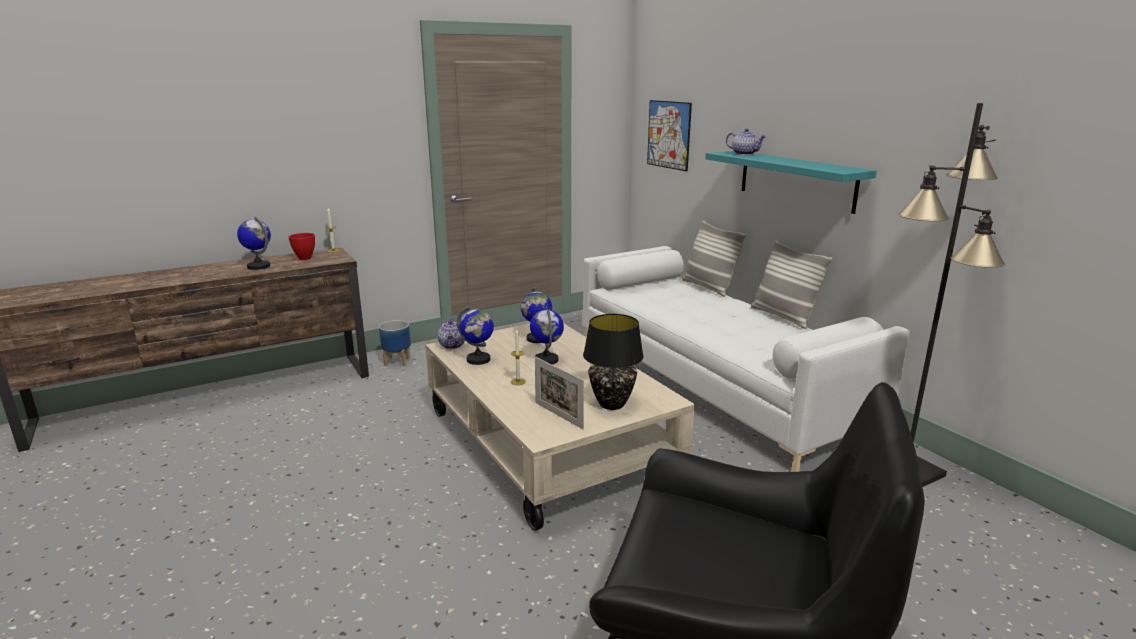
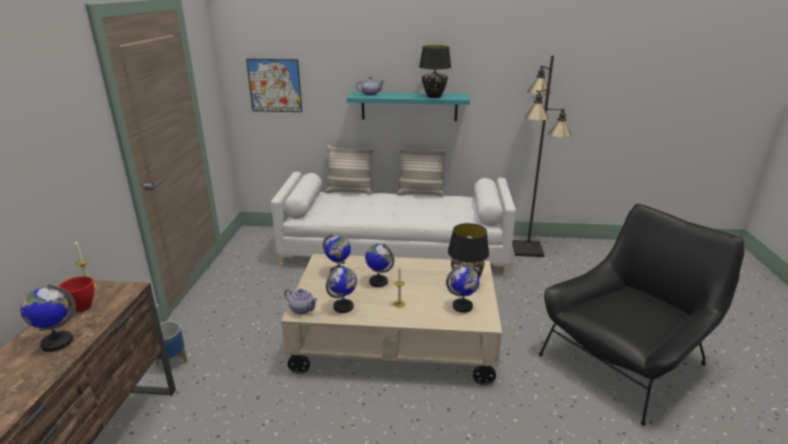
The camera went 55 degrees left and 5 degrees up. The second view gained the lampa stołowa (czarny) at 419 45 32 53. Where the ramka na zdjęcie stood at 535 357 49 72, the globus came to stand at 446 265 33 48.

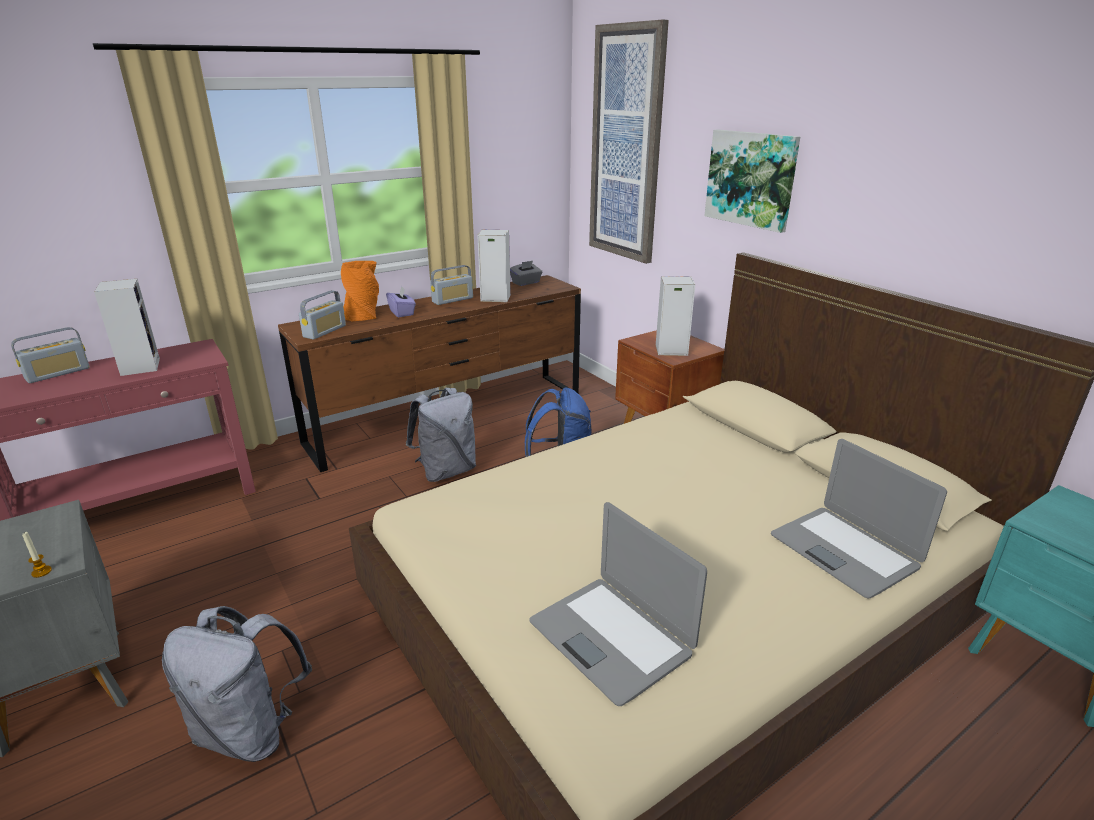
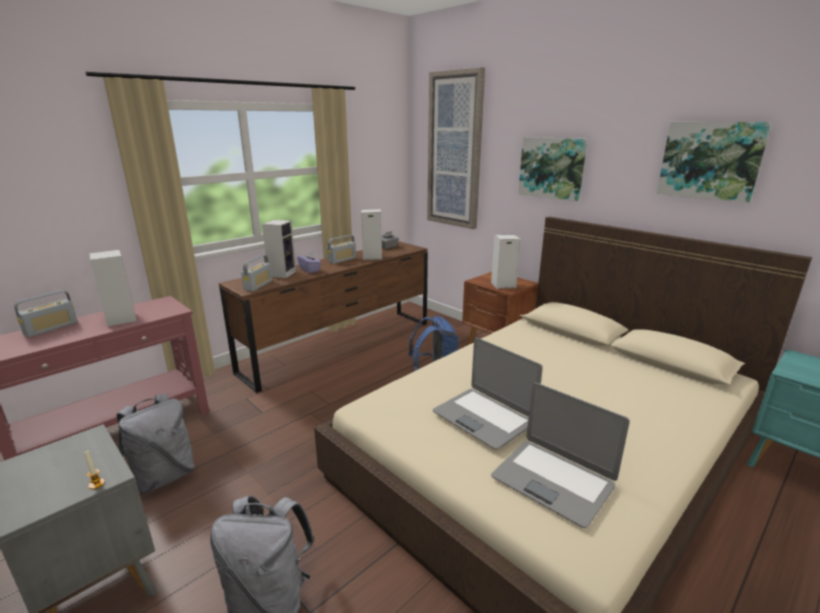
The camera went 10 degrees left and 5 degrees down. The second view gained the obraz at 657 122 115 81. The plecak (szary) ended up elsewhere, having gone from 406 387 70 95 to 116 394 79 99. The laptop ended up elsewhere, having gone from 771 439 176 159 to 433 338 110 111. Where the wazon (pomarańczowy) stood at 341 261 38 60, the głośnik came to stand at 262 220 34 58.

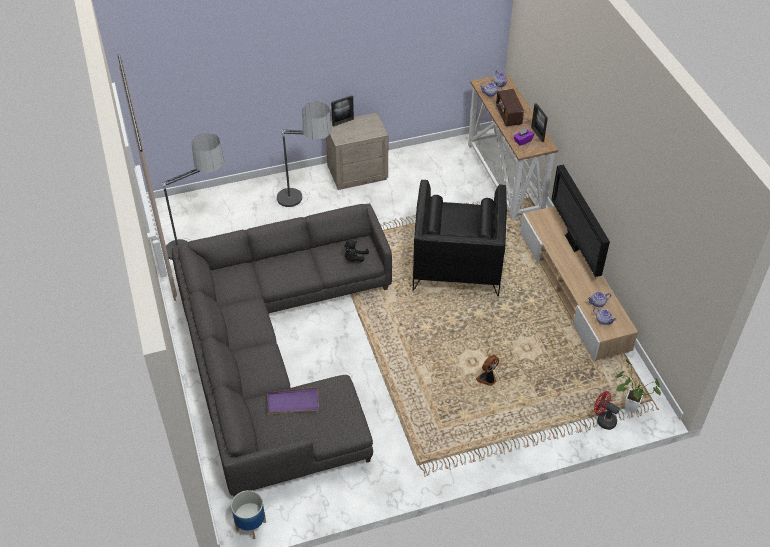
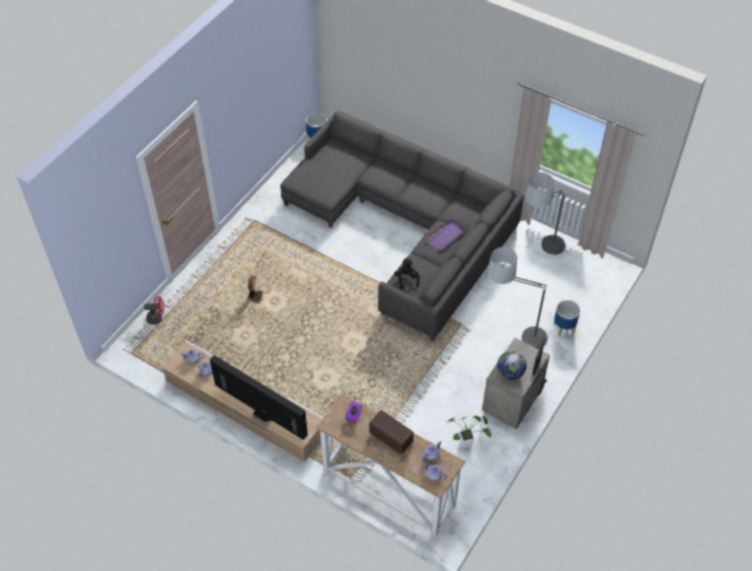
The camera went 140 degrees right and 5 degrees up. The second view lost the fotel (czarny) at 413 180 94 117. The second view lost the ramka na zdjęcie at 531 103 17 39. The second view gained the globus at 497 351 30 29. The second view gained the donica at 553 300 27 37. The taca (fioletowy) ended up elsewhere, having gone from 268 387 51 28 to 425 219 41 32. The roślina doniczkowa ended up elsewhere, having gone from 616 359 45 54 to 447 416 45 32.

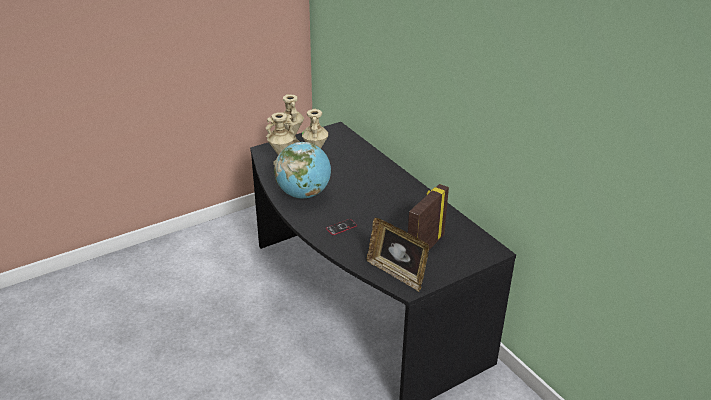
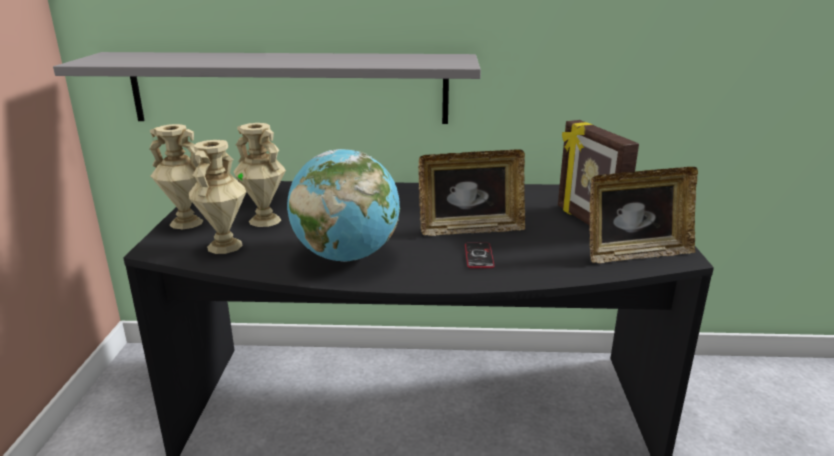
The camera went 55 degrees left and 10 degrees down. The second view gained the półka (szary) at 53 52 428 72. The second view gained the ramka na zdjęcie at 418 149 107 87.

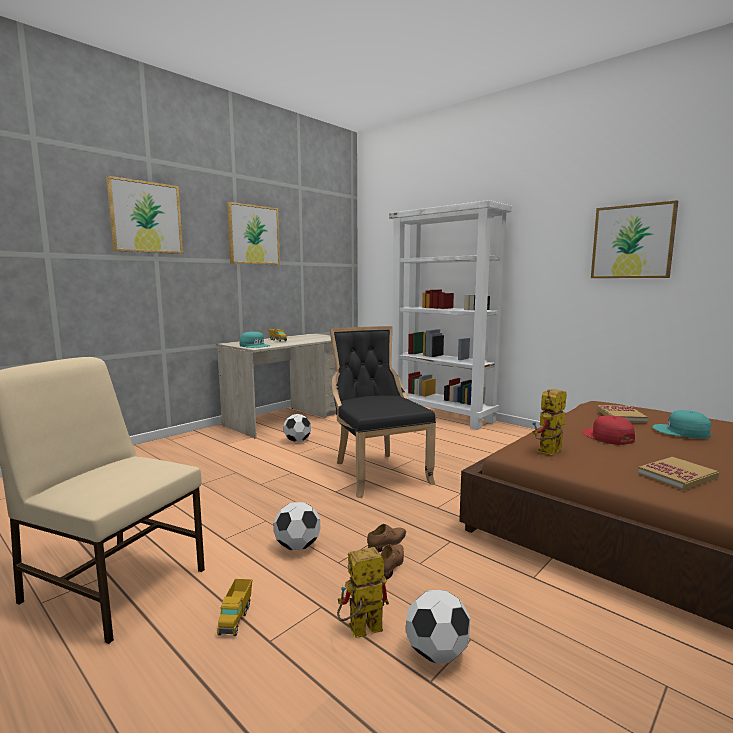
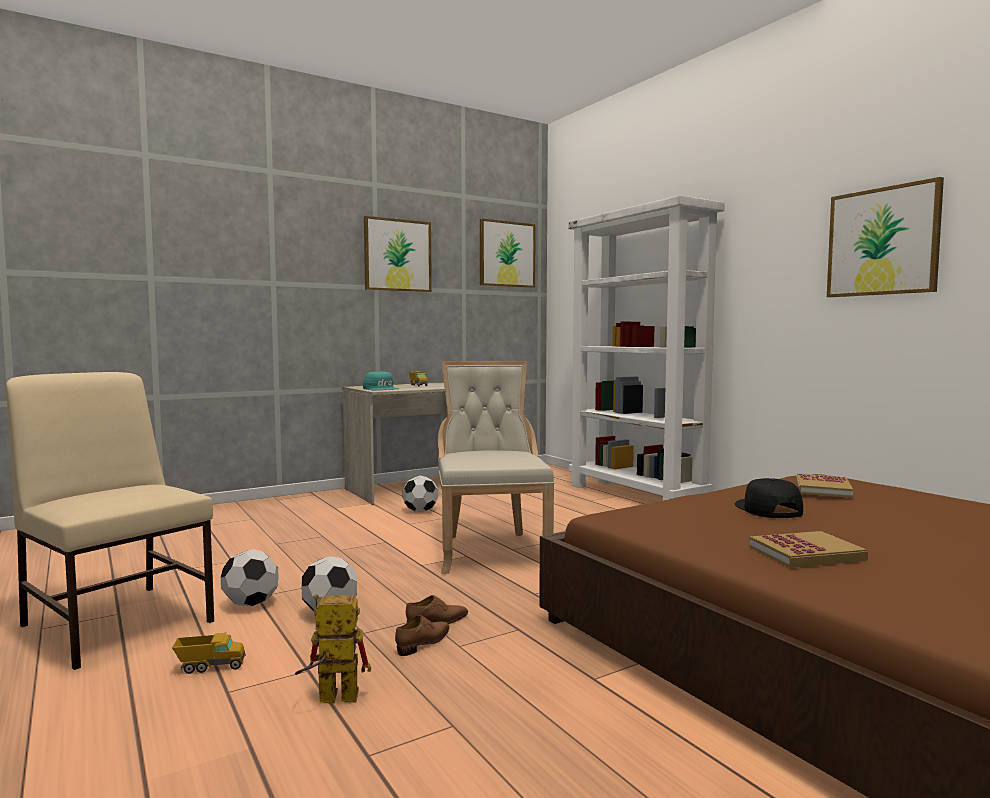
The camera went 15 degrees right and 5 degrees down. The second view lost the robot zabawkowy at 532 389 35 66. The second view lost the czapka z daszkiem (turkusowy) at 653 410 59 29. The obraz ended up elsewhere, having gone from 106 176 77 78 to 480 218 56 70. The piłka futbolowa ended up elsewhere, having gone from 406 590 64 74 to 221 549 57 57. What was the krzesło (czarny) at 329 326 107 172 turned into the krzesło (beżowy) at 438 361 116 213. What was the czapka z daszkiem (czerwony) at 582 415 53 30 turned into the czapka z daszkiem (czarny) at 735 478 68 40. The ciężarówka zabawkowa at 217 579 35 57 ended up facing another way, 120 degrees counterclockwise from before.

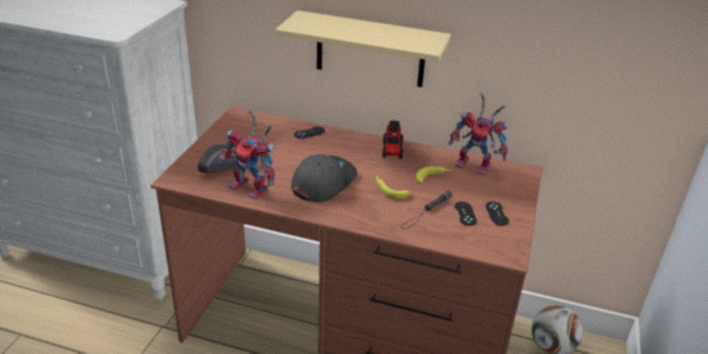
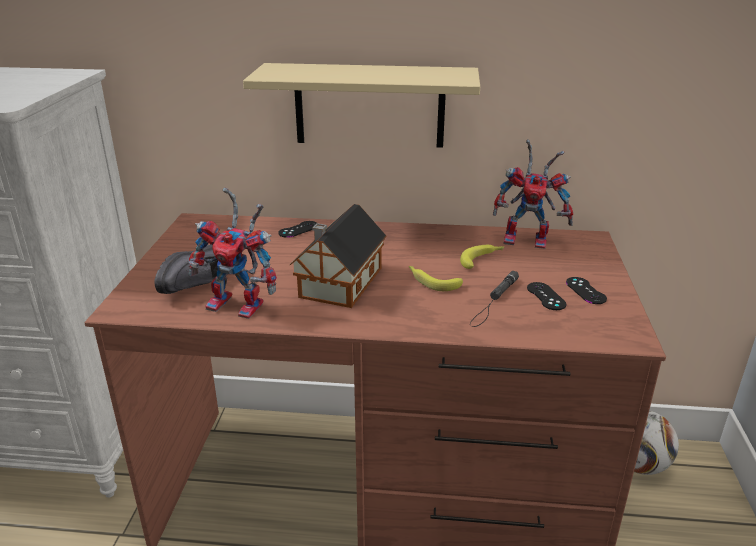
The camera went 10 degrees left and 5 degrees down. The second view lost the ciężarówka zabawkowa at 382 121 21 38. Where the czapka z daszkiem (szary) stood at 291 154 66 48, the domek came to stand at 290 204 97 104.

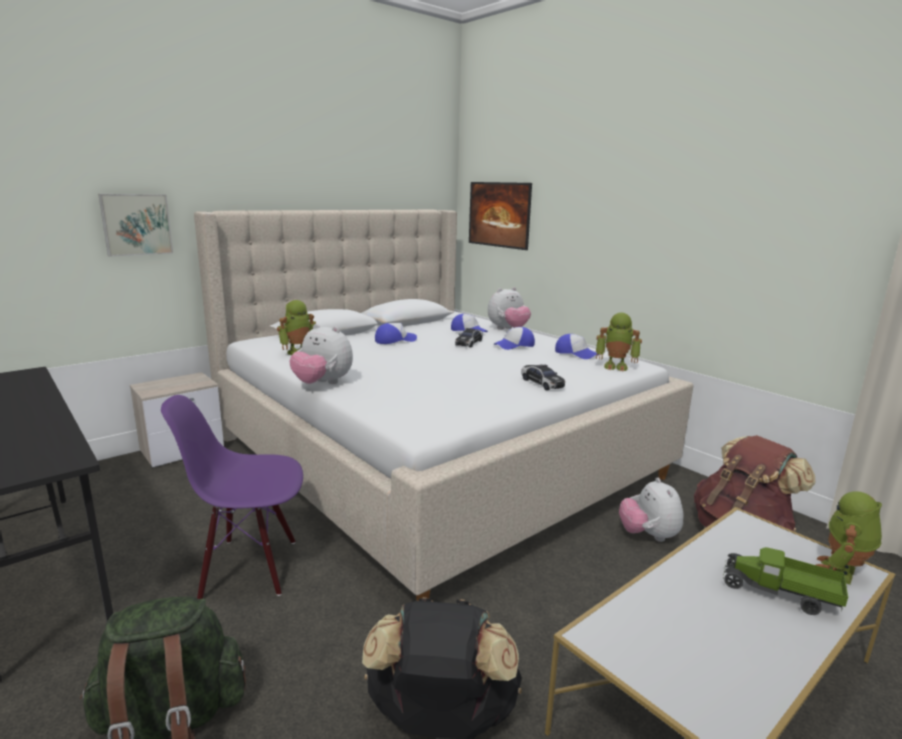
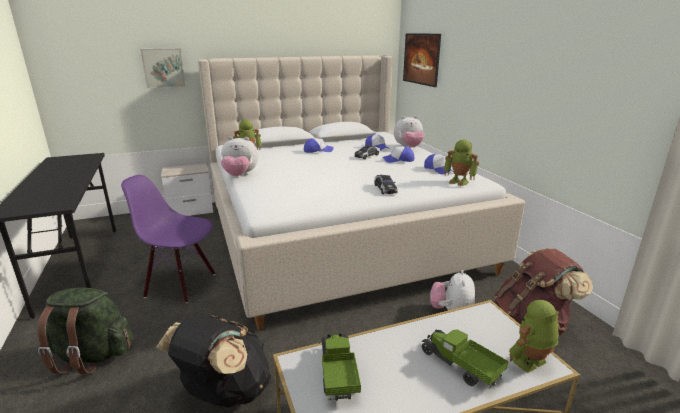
The camera went 20 degrees right and 5 degrees up. The second view gained the ciężarówka zabawkowa at 319 333 42 68. The pluszak at 290 324 63 60 ended up facing another way, 45 degrees counterclockwise from before.

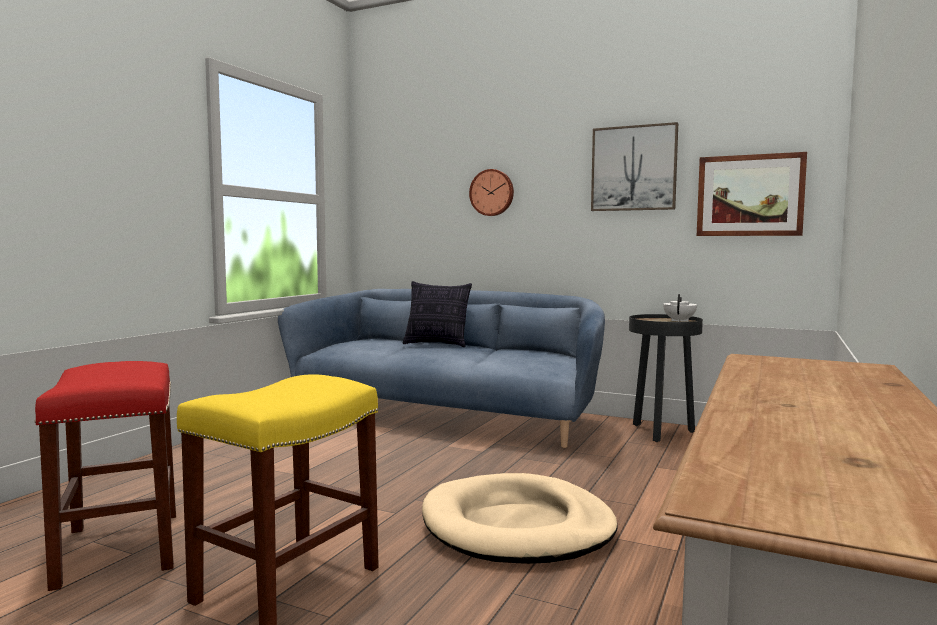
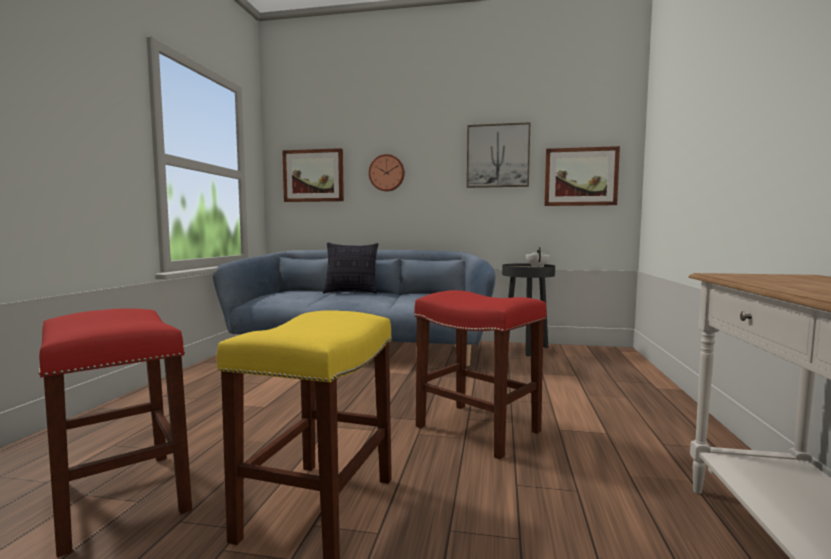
The camera went 15 degrees left and 0 degrees up. The second view gained the obraz at 282 148 62 54. Where the legowisko (beżowy) stood at 422 473 196 91, the stołek (czerwony) came to stand at 415 290 132 169.

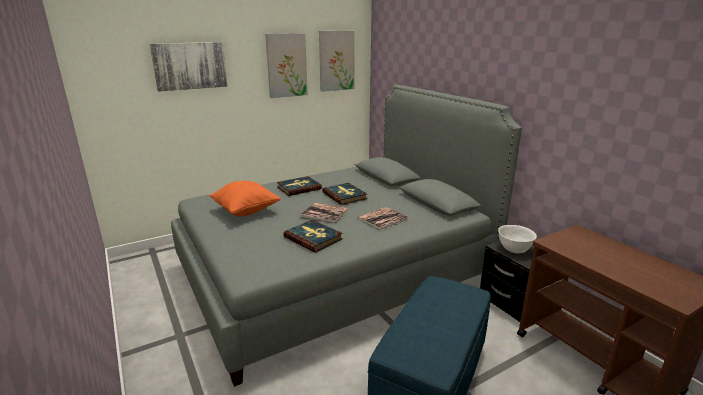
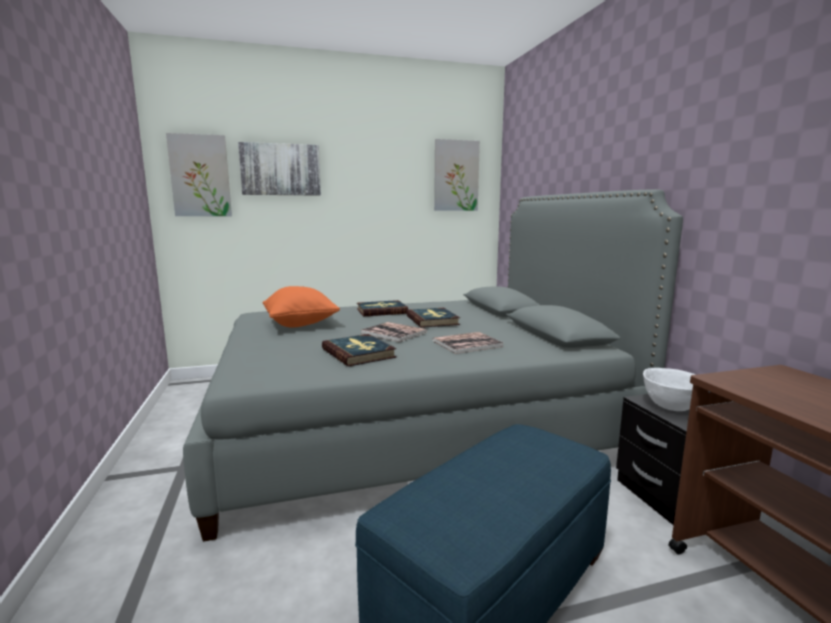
The camera went 15 degrees right and 10 degrees down. The obraz ended up elsewhere, having gone from 265 33 43 65 to 166 133 66 83.

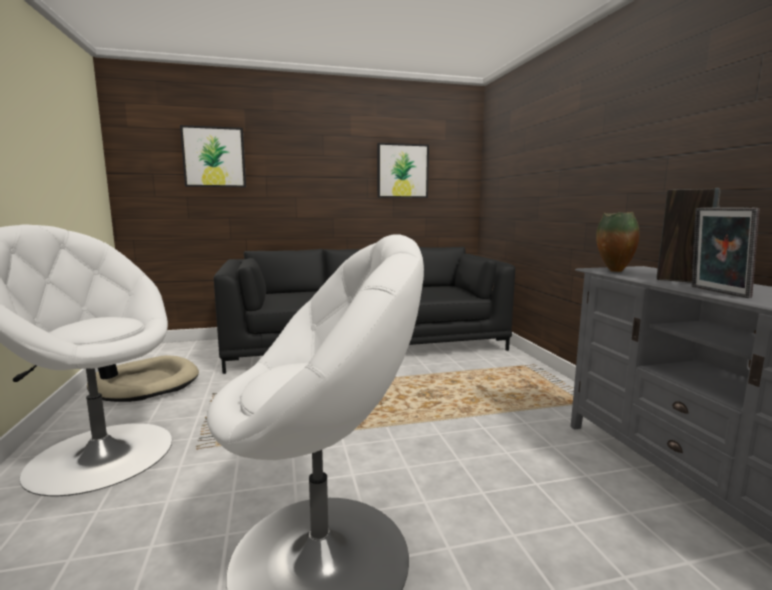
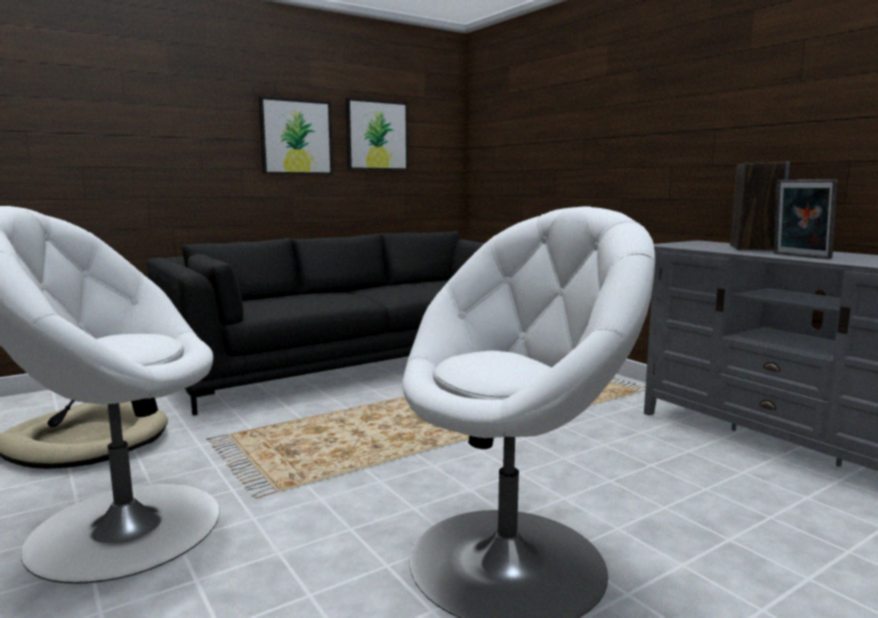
The camera went 20 degrees left and 0 degrees up. The second view lost the wazon at 596 212 43 60. The obraz ended up elsewhere, having gone from 180 125 66 62 to 259 96 74 79.

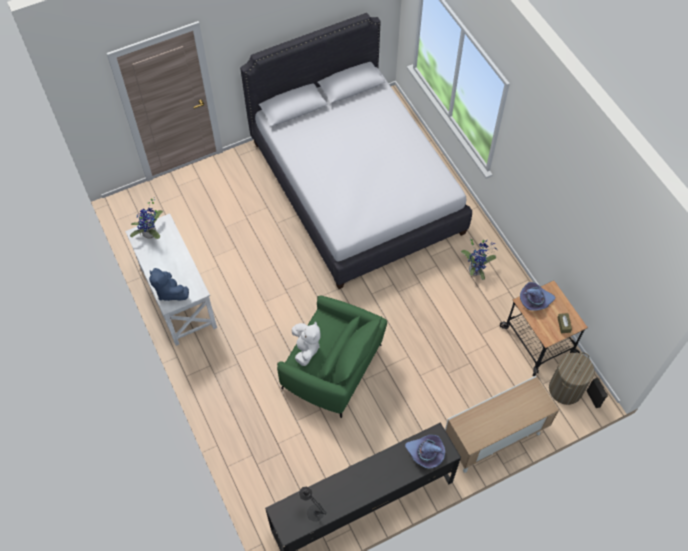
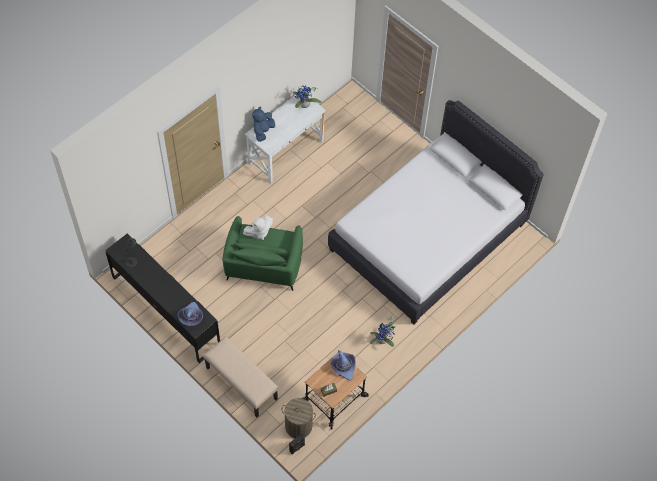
The camera went 70 degrees right and 0 degrees up. Where the szafka stood at 445 376 114 97, the ławka (beżowy) came to stand at 203 336 76 81.

